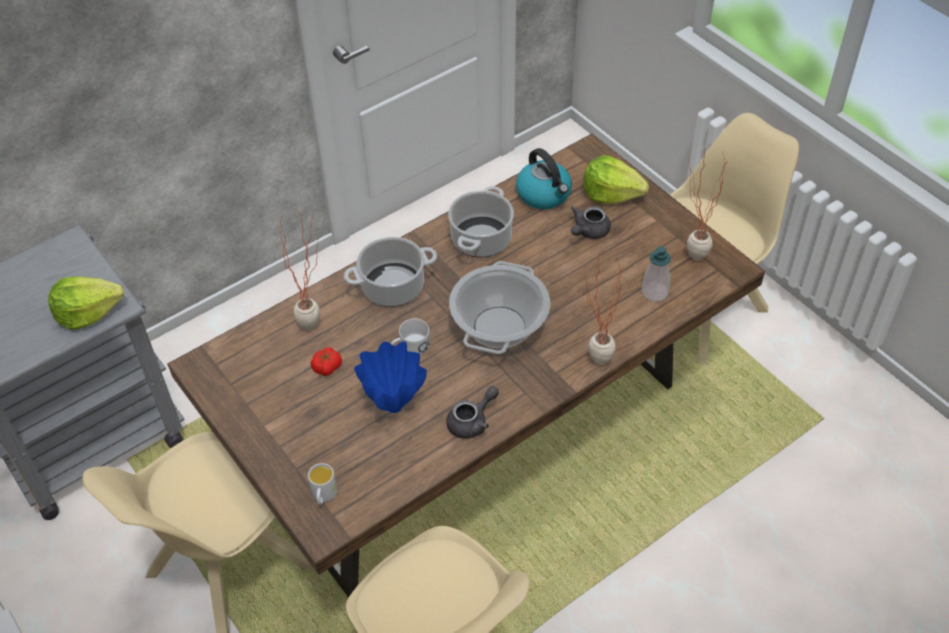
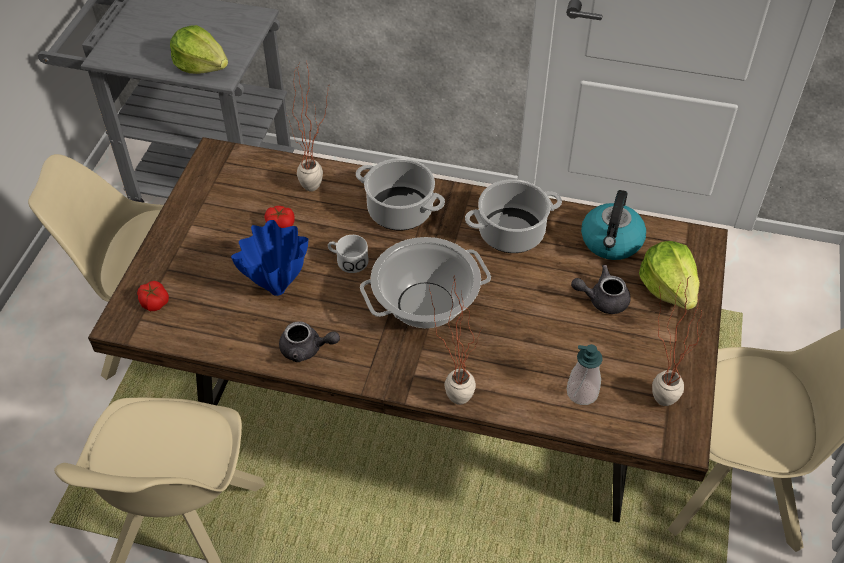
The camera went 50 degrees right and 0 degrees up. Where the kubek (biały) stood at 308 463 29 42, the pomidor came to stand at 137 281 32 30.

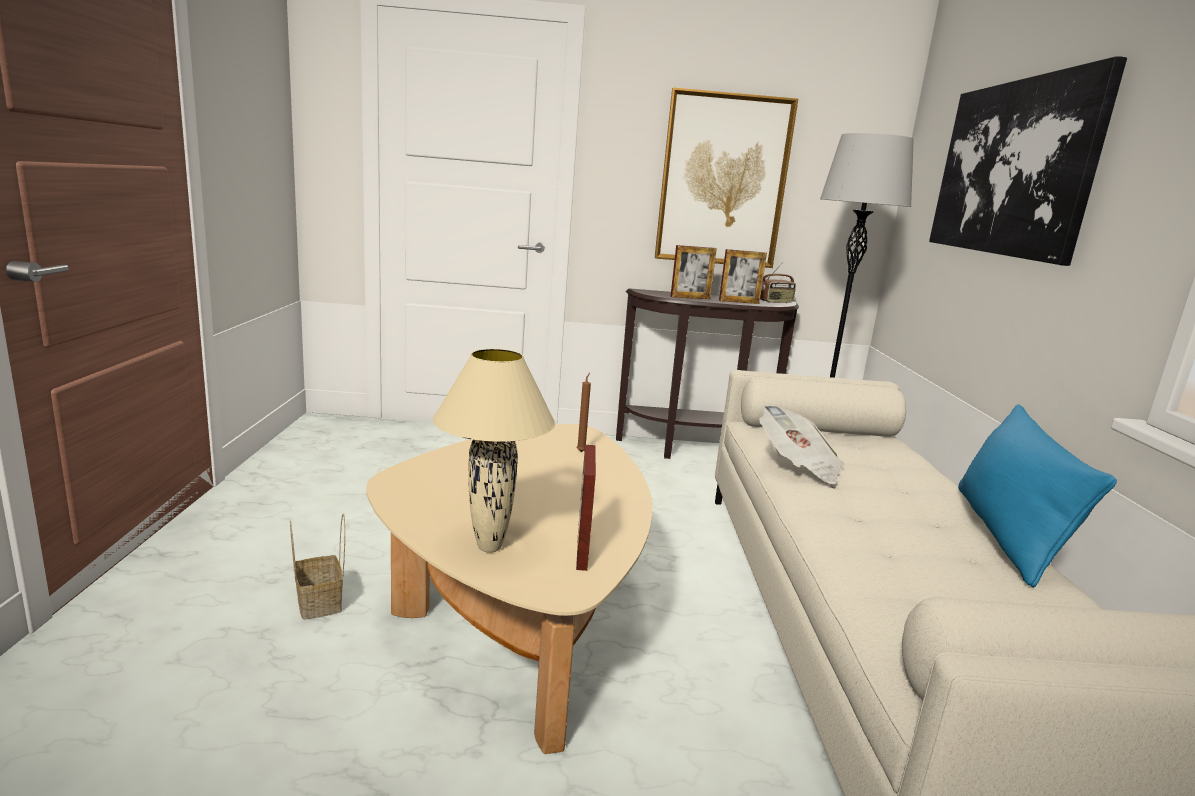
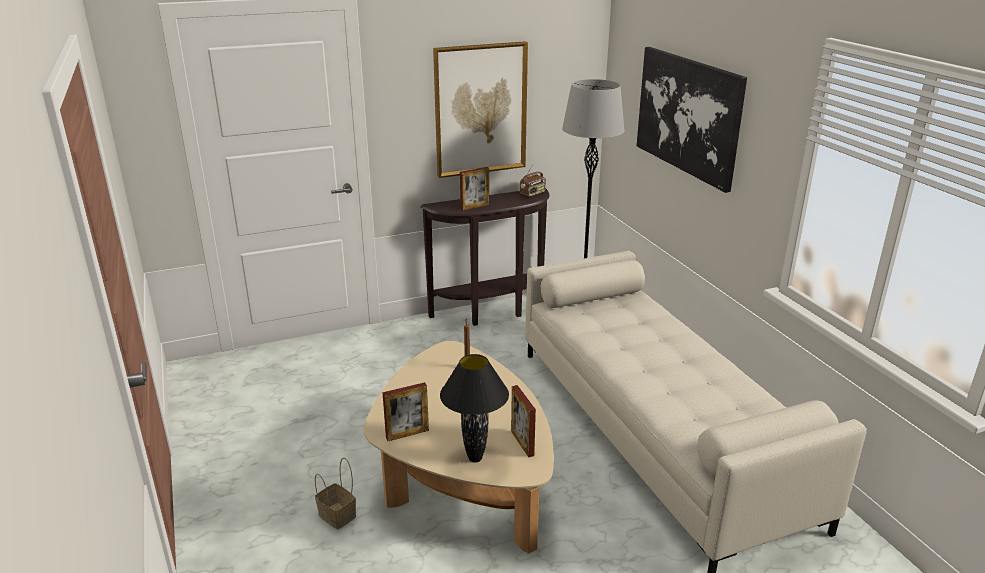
The camera went 20 degrees left and 10 degrees up. The second view lost the gazeta at 759 404 85 81. The second view lost the poduszka (niebieski) at 958 404 159 184. The ramka na zdjęcie ended up elsewhere, having gone from 719 249 48 55 to 382 382 47 59. What was the lampa stołowa (beżowy) at 433 349 122 204 turned into the lampa stołowa (czarny) at 440 354 69 109.

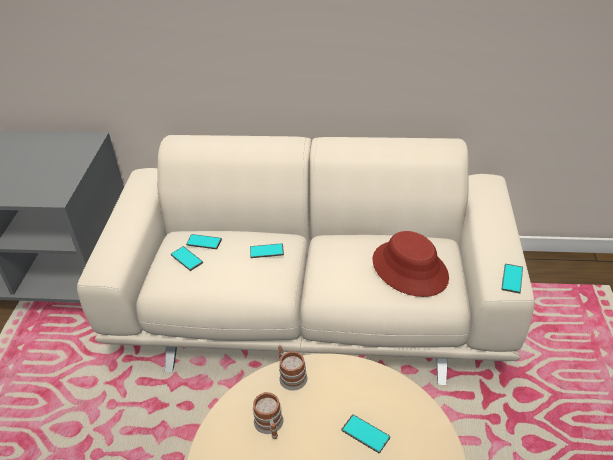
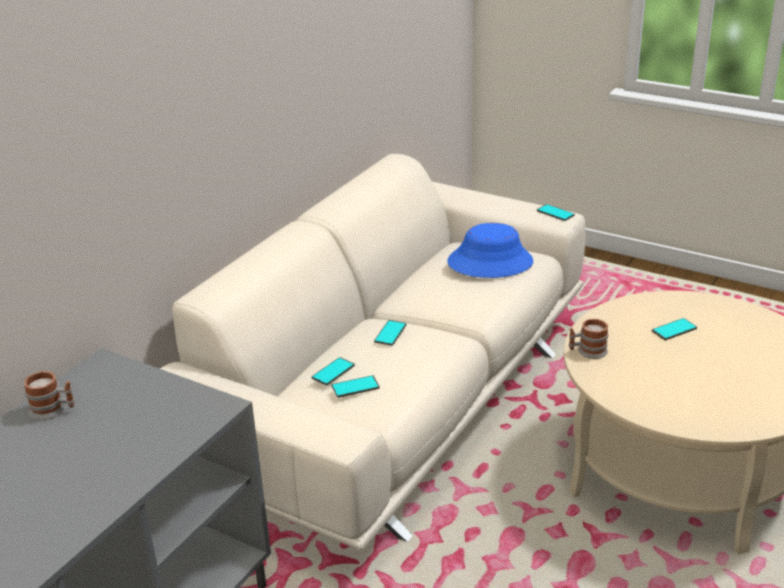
The camera went 65 degrees left and 10 degrees down. The kubek ended up elsewhere, having gone from 253 392 30 47 to 24 371 51 49. What was the kapelusz (czerwony) at 373 231 76 66 turned into the kapelusz (niebieski) at 447 223 86 55.

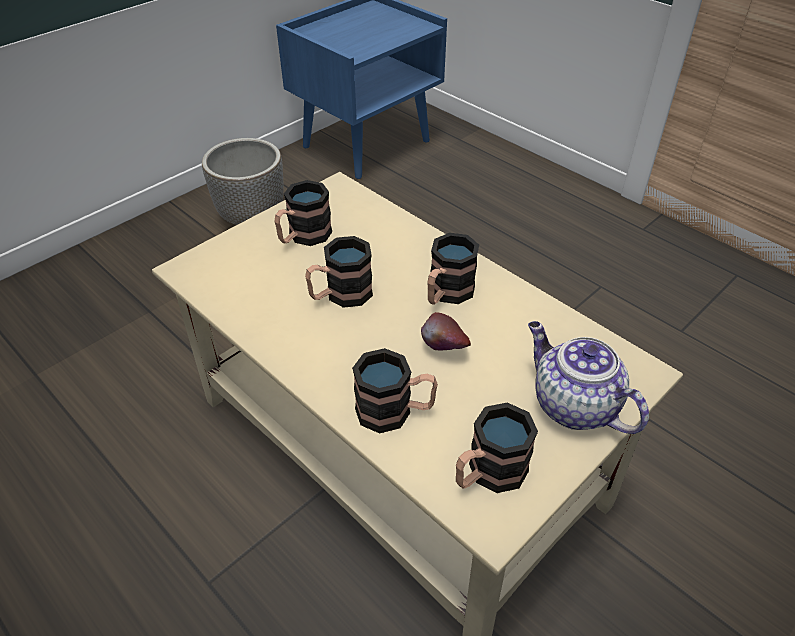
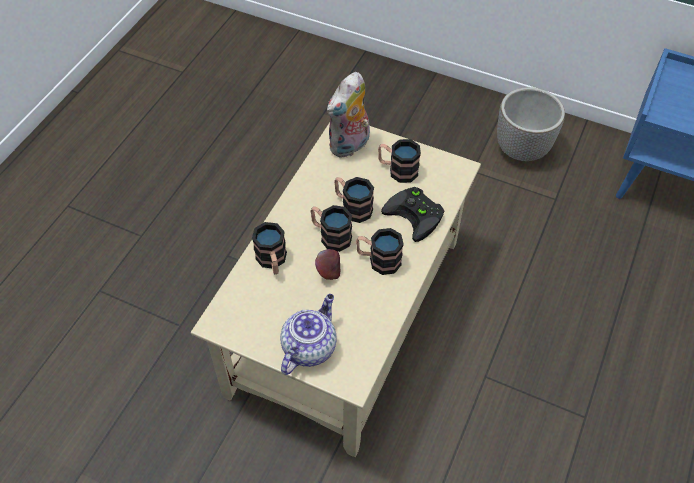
The camera went 70 degrees right and 10 degrees up. The second view gained the pluszak at 327 72 43 86. The second view gained the pad do gier (czarny) at 381 187 63 55. The kubek ended up elsewhere, having gone from 456 402 82 91 to 311 205 41 47.

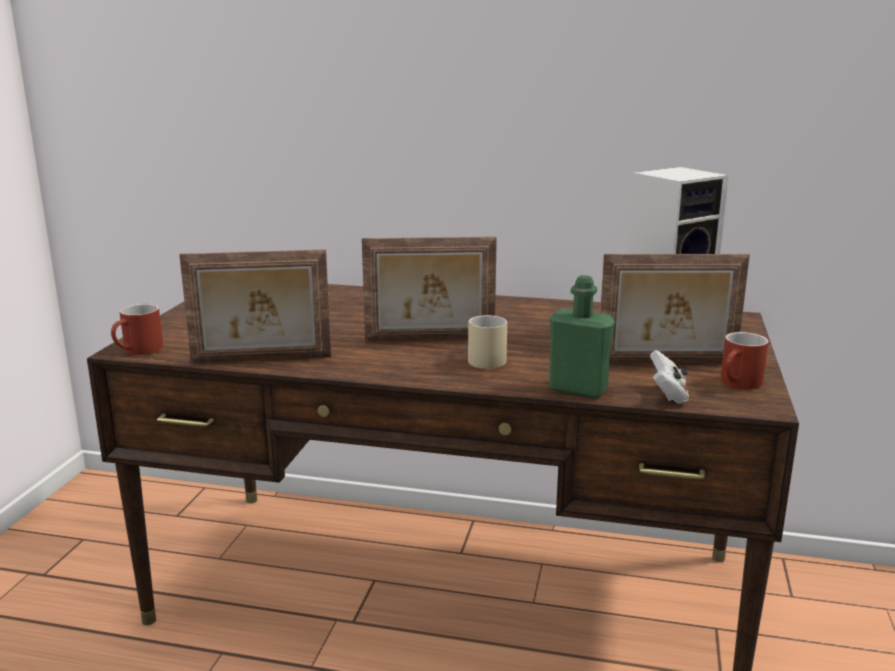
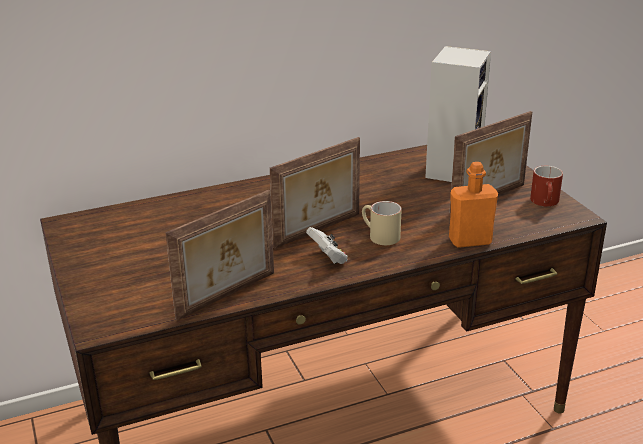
The camera went 35 degrees left and 10 degrees up. The second view lost the kubek (czerwony) at 111 304 52 51. The pad do gier (biały) ended up elsewhere, having gone from 650 350 39 54 to 306 227 42 37. What was the butelka (zielony) at 549 275 66 123 turned into the butelka (pomarańczowy) at 449 162 49 86.

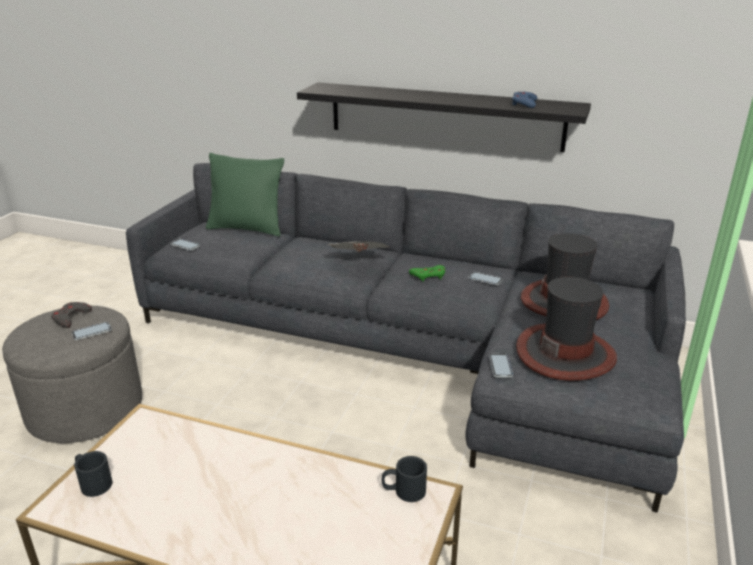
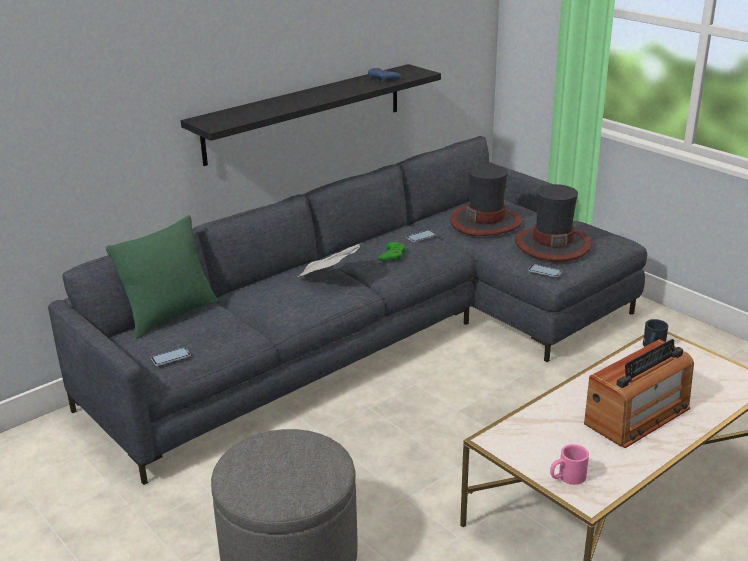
The camera went 60 degrees left and 0 degrees up. The second view lost the pad do gier (szary) at 51 302 41 26. The second view lost the telefon at 71 322 41 18. The second view gained the radio at 584 339 110 109. What was the kubek (czarny) at 74 451 38 46 turned into the kubek (różowy) at 550 444 39 41.

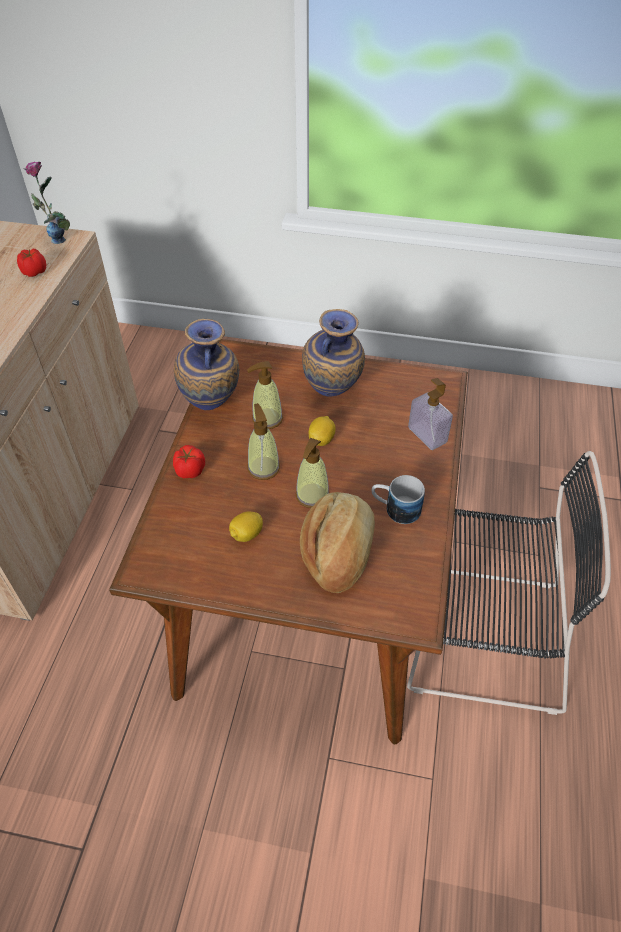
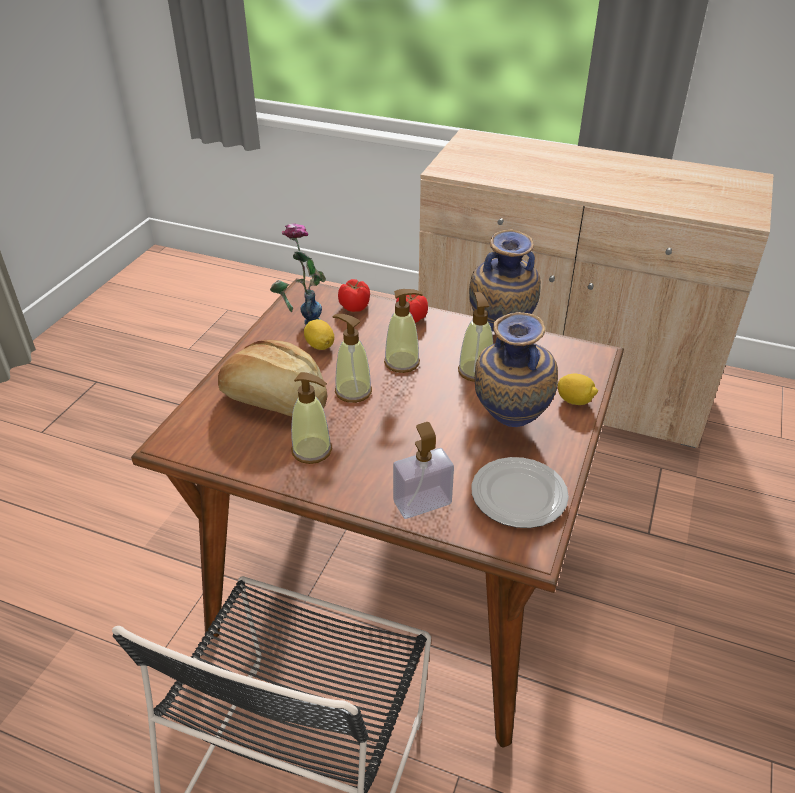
The camera went 100 degrees right and 10 degrees down. The second view gained the talerz at 471 457 98 71. The pomidor ended up elsewhere, having gone from 17 249 29 28 to 338 279 32 33. The wazon ended up elsewhere, having gone from 23 162 47 82 to 270 223 56 102. The cytryna ended up elsewhere, having gone from 309 416 27 30 to 558 374 40 31. Where the kubek stood at 372 475 53 49, the dozownik mydła came to stand at 291 372 41 92.

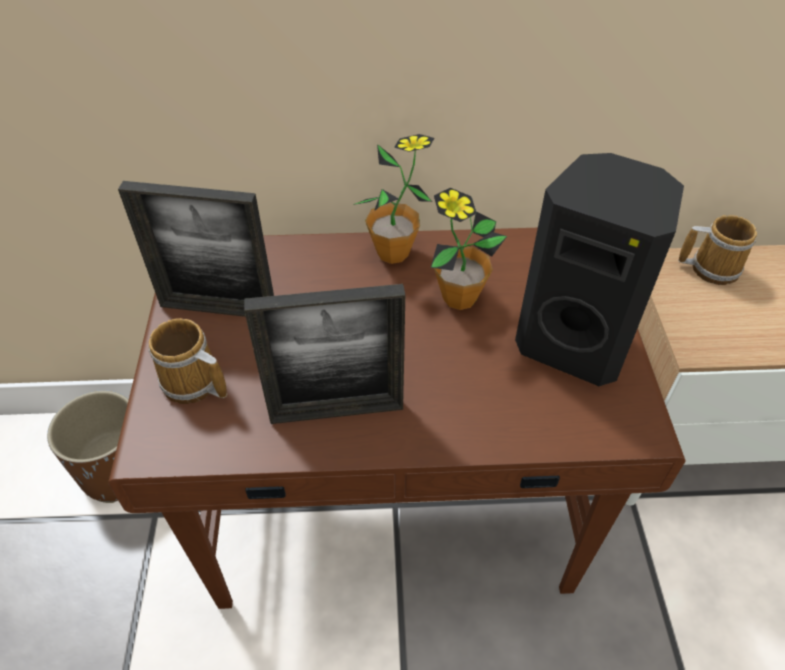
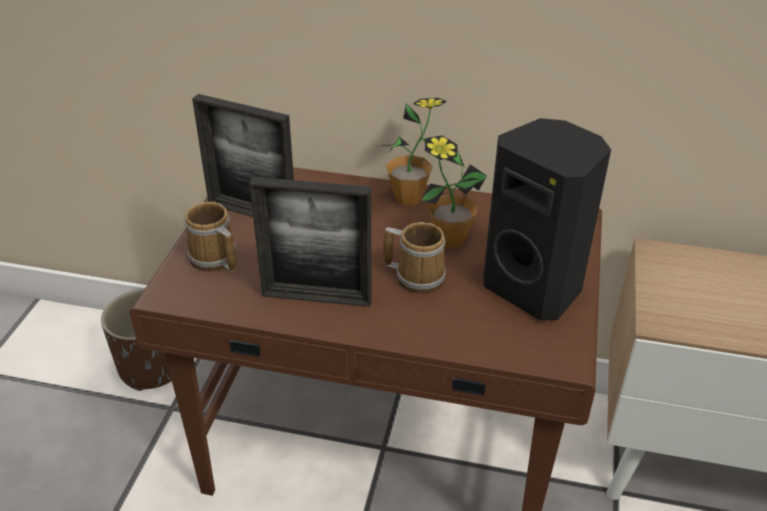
The camera went 15 degrees right and 10 degrees down. The kubek ended up elsewhere, having gone from 678 215 79 70 to 383 222 63 72.

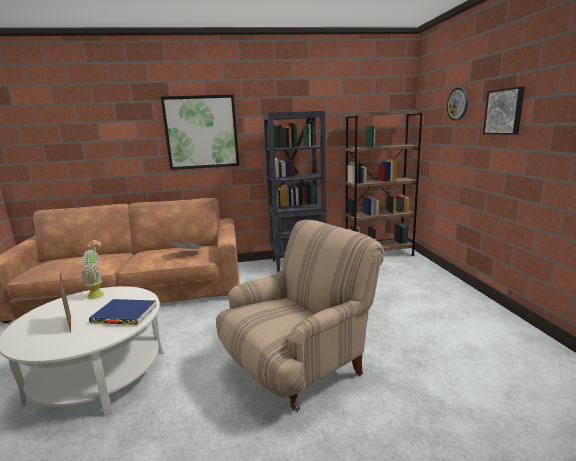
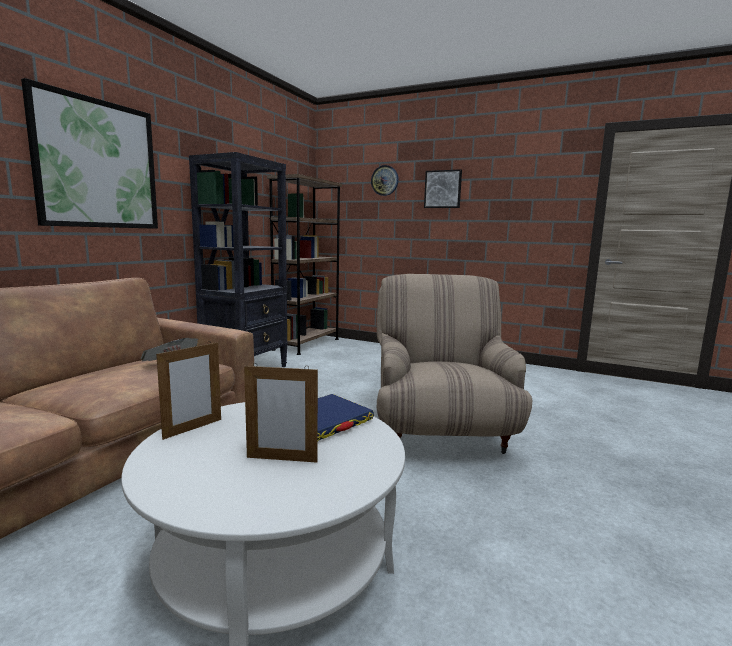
The camera went 55 degrees left and 5 degrees down. Where the roślina doniczkowa stood at 81 239 23 60, the ramka na zdjęcie came to stand at 156 341 65 99.

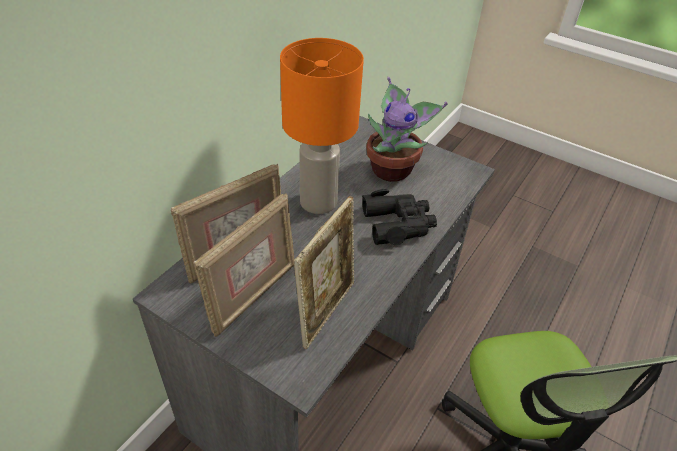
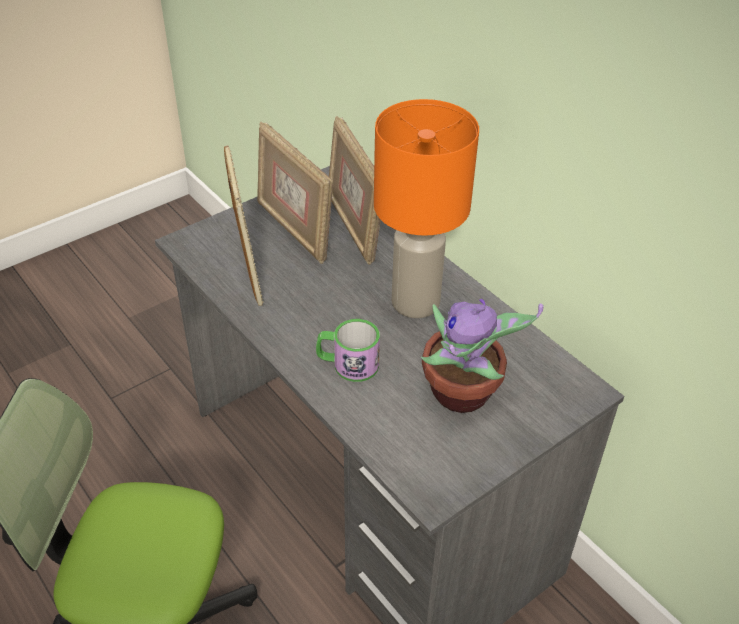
The camera went 110 degrees right and 0 degrees up. Where the lornetka (czarny) stood at 362 189 75 56, the kubek came to stand at 316 319 64 63. The ramka na zdjęcie at 294 196 60 153 ended up facing another way, 150 degrees counterclockwise from before.

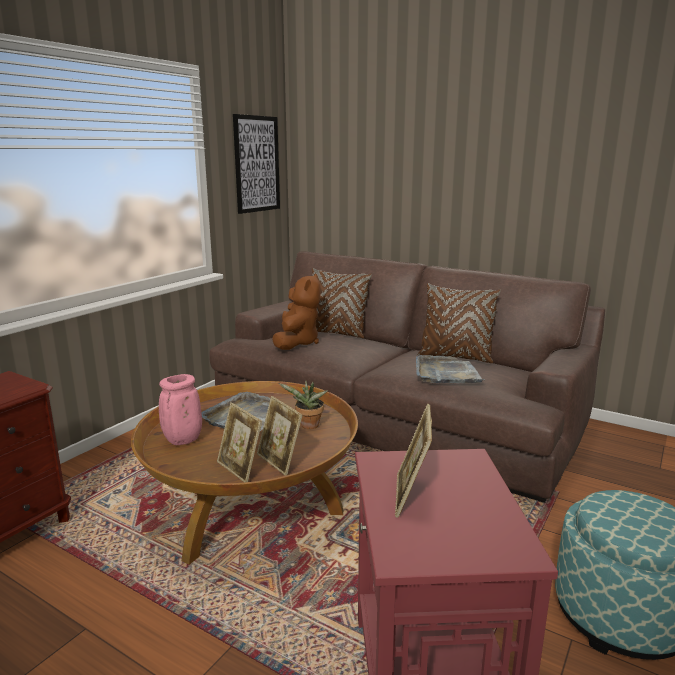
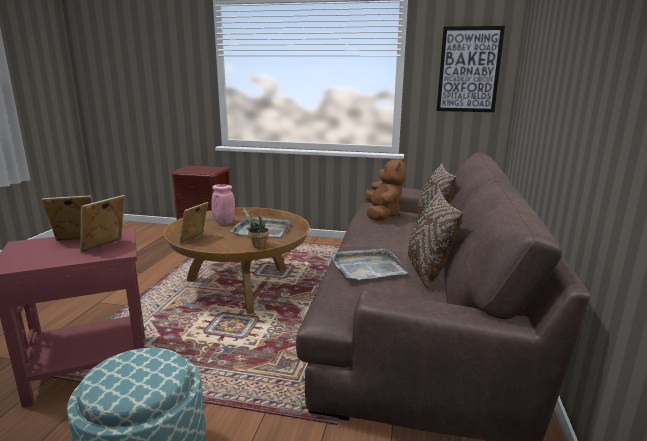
The camera went 70 degrees right and 0 degrees up. The ramka na zdjęcie ended up elsewhere, having gone from 257 396 45 80 to 80 195 45 58. The pluszak (brązowy) at 272 274 49 76 ended up facing another way, 75 degrees counterclockwise from before.

